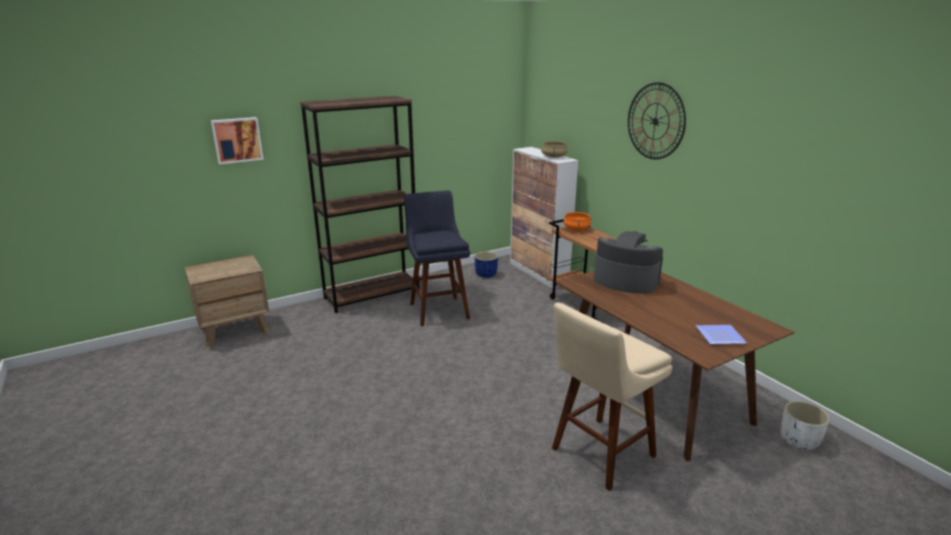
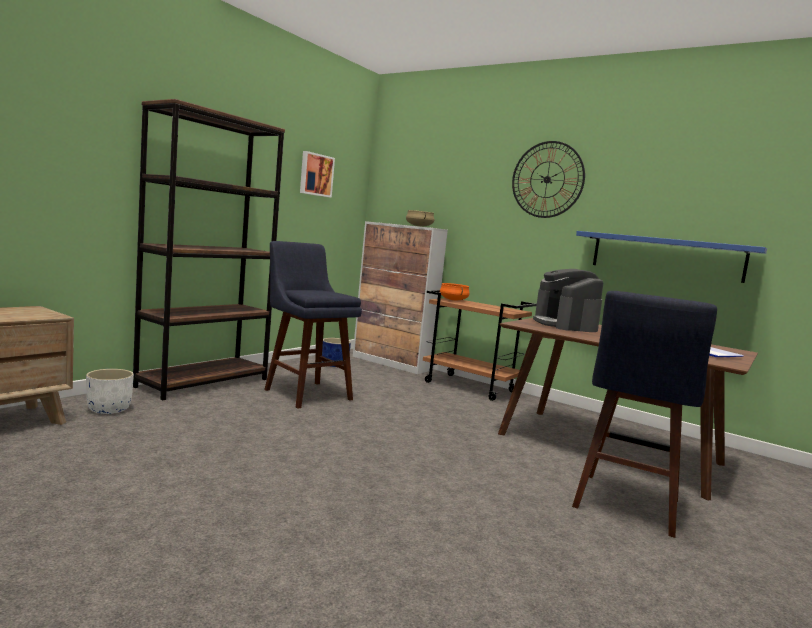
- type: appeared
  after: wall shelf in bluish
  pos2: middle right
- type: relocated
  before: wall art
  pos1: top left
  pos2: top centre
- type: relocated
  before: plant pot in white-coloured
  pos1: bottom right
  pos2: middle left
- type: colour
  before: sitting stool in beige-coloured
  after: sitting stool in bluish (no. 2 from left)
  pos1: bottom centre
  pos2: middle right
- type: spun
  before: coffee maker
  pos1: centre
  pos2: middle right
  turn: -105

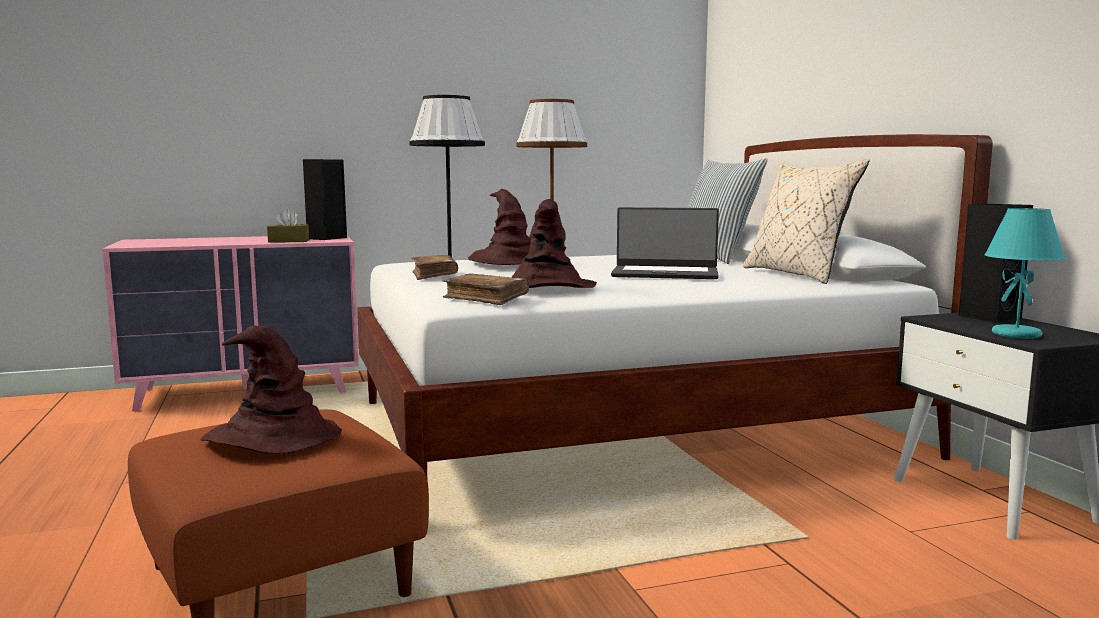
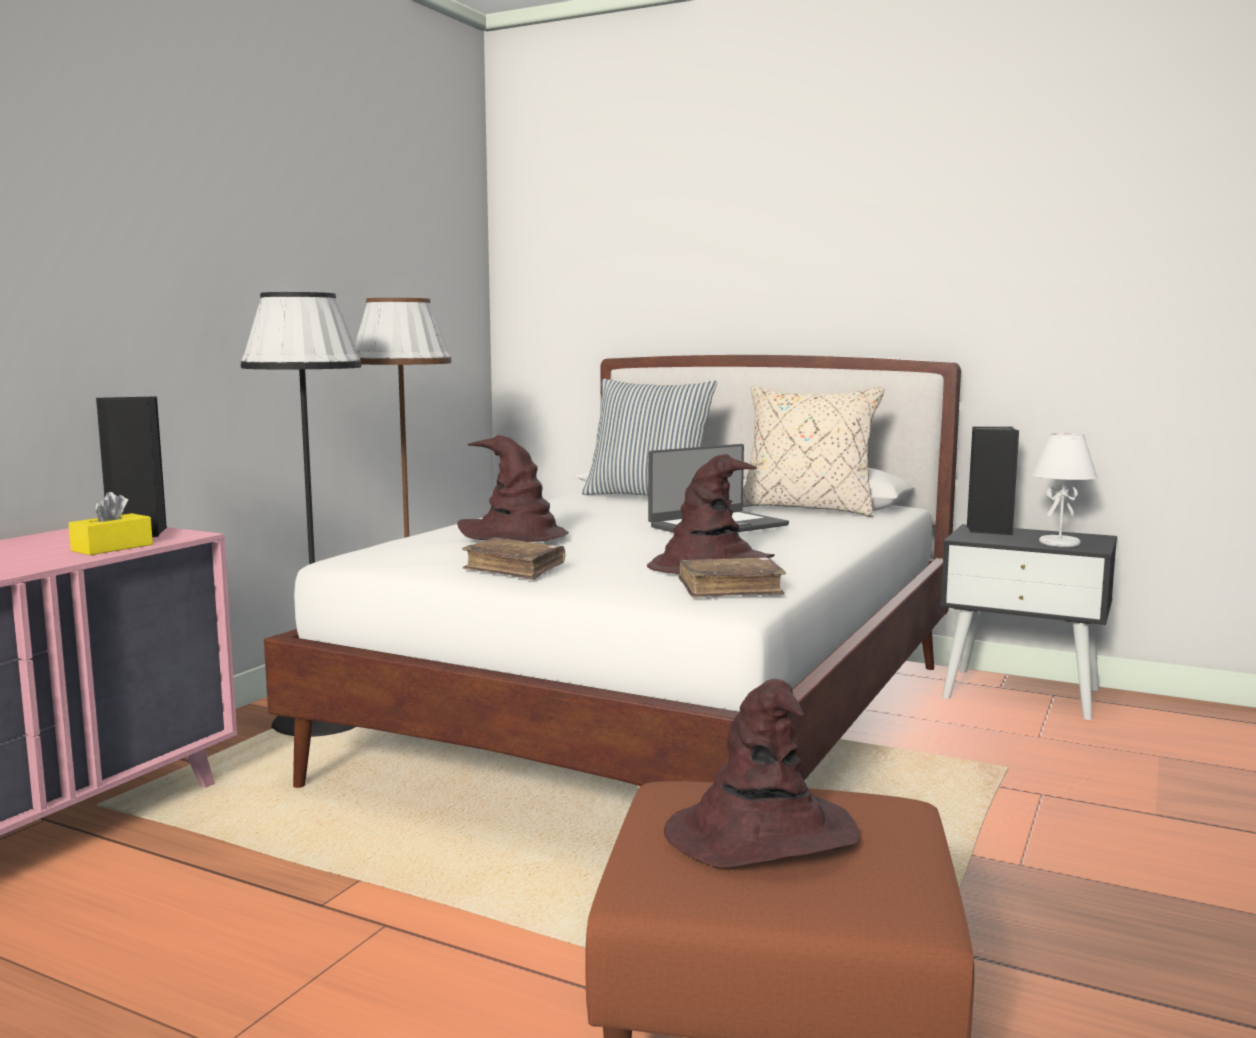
- type: colour
  before: tissue holder in brown
  after: tissue holder in yellow
  pos1: middle left
  pos2: middle left
- type: colour
  before: lamp for a table in turquoise
  after: lamp for a table in white-coloured
  pos1: middle right
  pos2: middle right

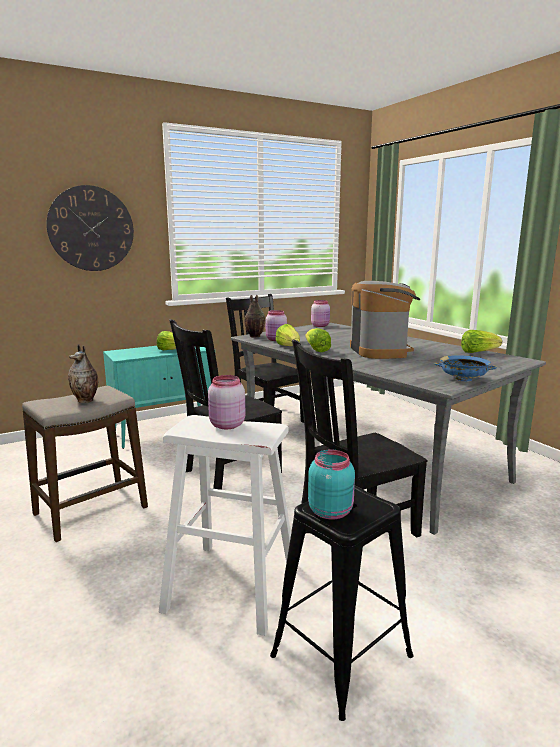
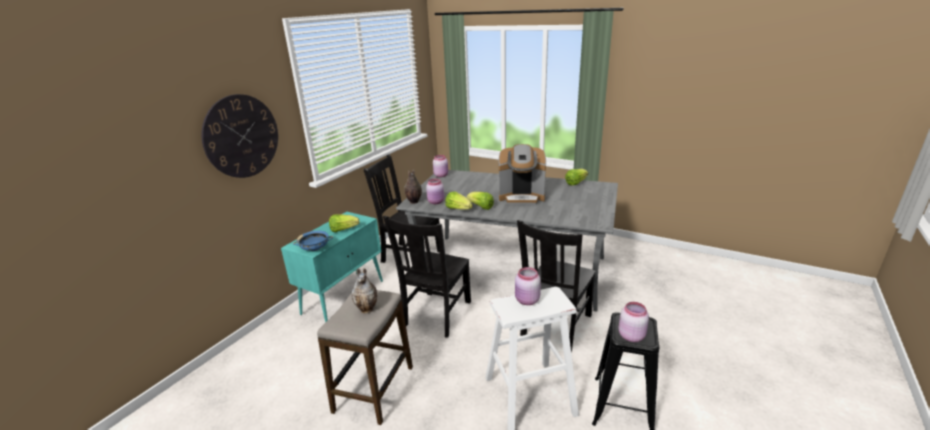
- type: relocated
  before: bowl in bluish
  pos1: middle right
  pos2: centre
- type: colour
  before: storage jar in turquoise
  after: storage jar in pinkish (no. 4 from left)
  pos1: centre
  pos2: bottom right
- type: spun
  before: coffee maker
  pos1: middle right
  pos2: centre
  turn: 135

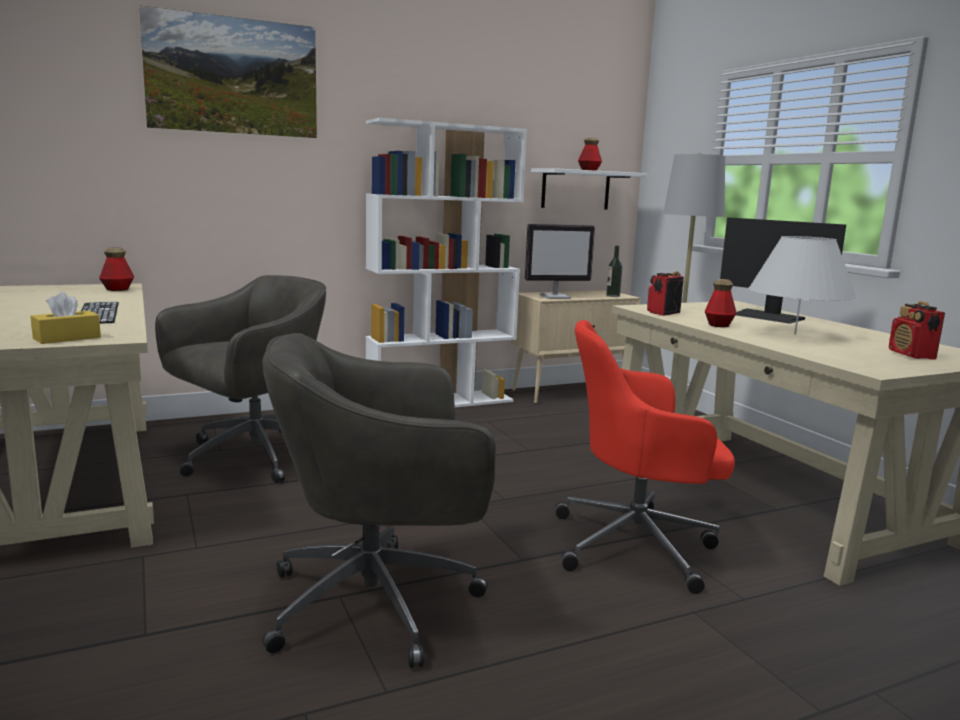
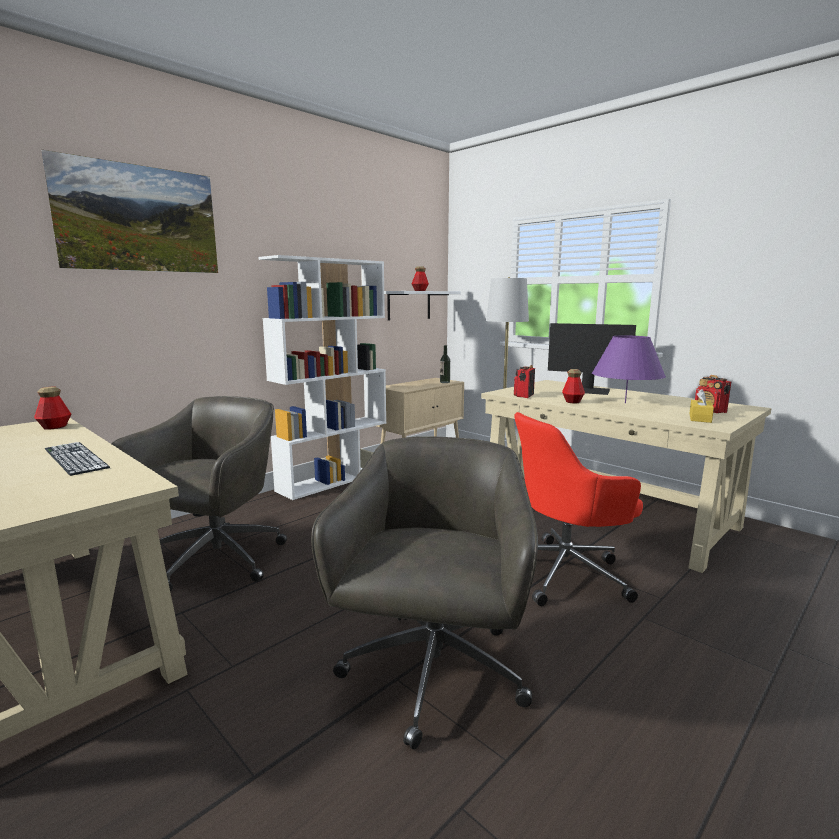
- type: missing
  before: monitor (no. 1 from left)
  pos1: centre
- type: relocated
  before: tissue holder in yellow
  pos1: middle left
  pos2: middle right
- type: colour
  before: lamp for a table in white-coloured
  after: lamp for a table in purple
  pos1: middle right
  pos2: middle right
- type: spun
  before: office chair in grey (no. 2 from left)
  pos1: bottom centre
  pos2: bottom centre
  turn: 135

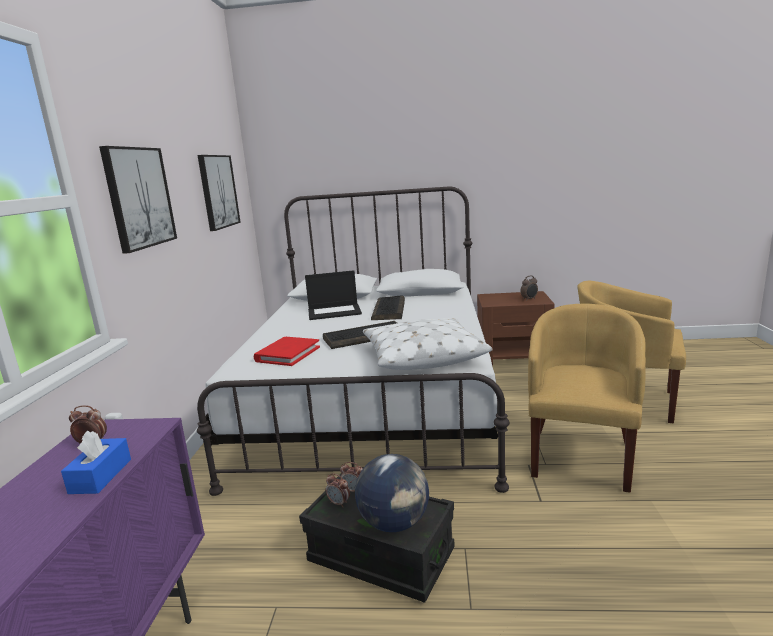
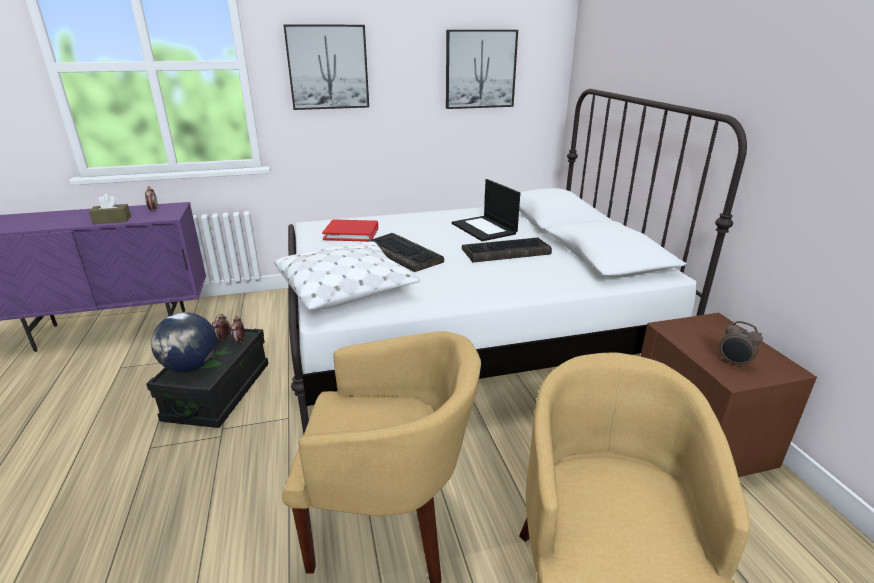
- type: colour
  before: tissue holder in bluish
  after: tissue holder in brown
  pos1: bottom left
  pos2: middle left

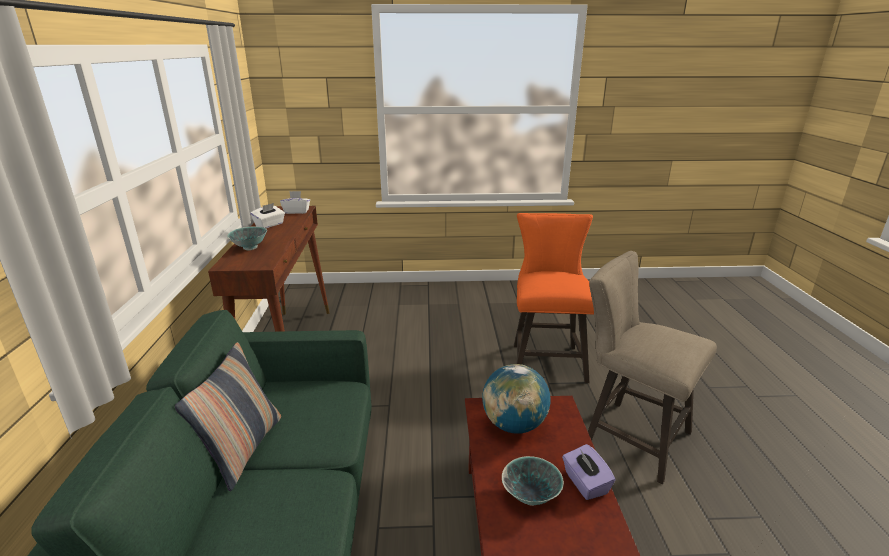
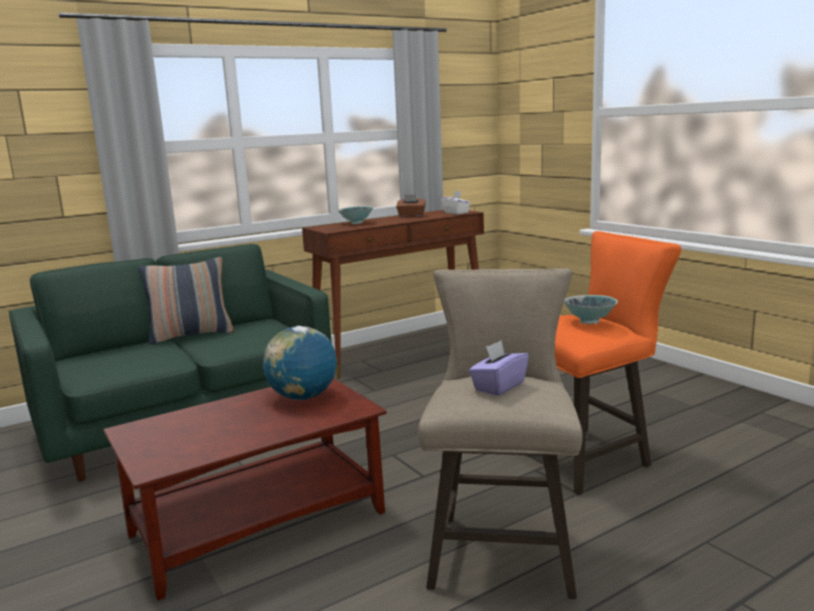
- type: relocated
  before: bowl (no. 2 from left)
  pos1: bottom centre
  pos2: middle right
- type: relocated
  before: tissue holder in purple
  pos1: bottom centre
  pos2: centre
- type: colour
  before: tissue holder in white-coloured (no. 1 from left)
  after: tissue holder in brown
  pos1: middle left
  pos2: centre

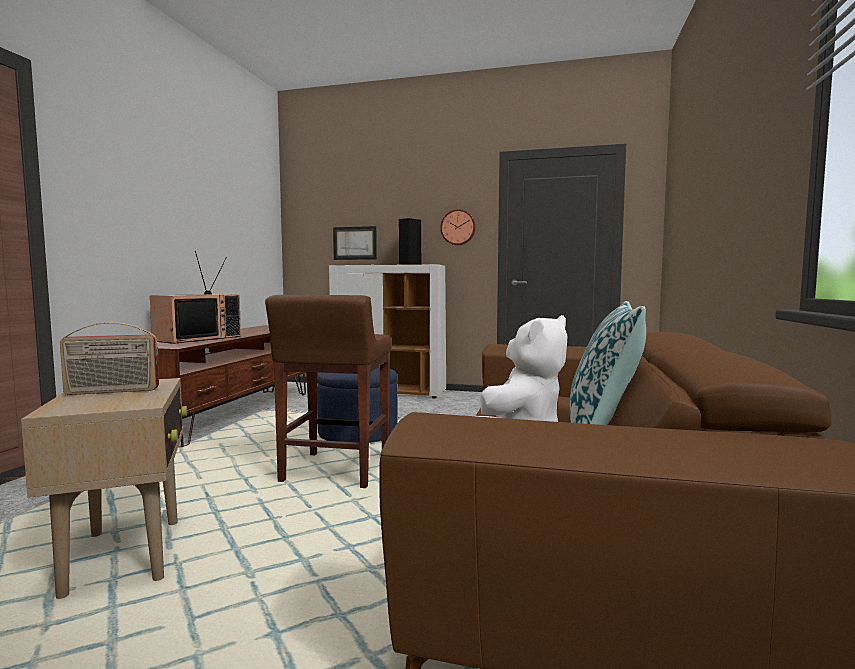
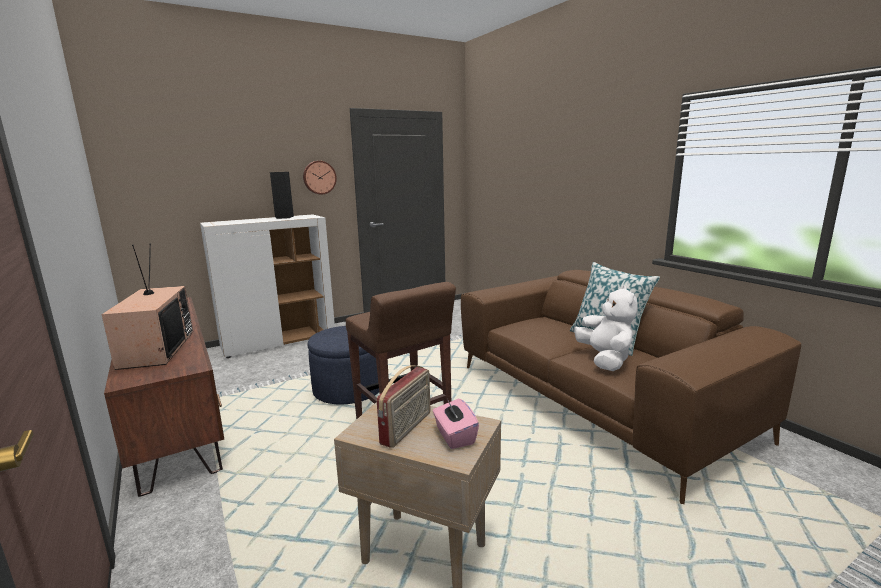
- type: missing
  before: wall art
  pos1: centre
- type: appeared
  after: tissue holder in pinkish
  pos2: bottom centre

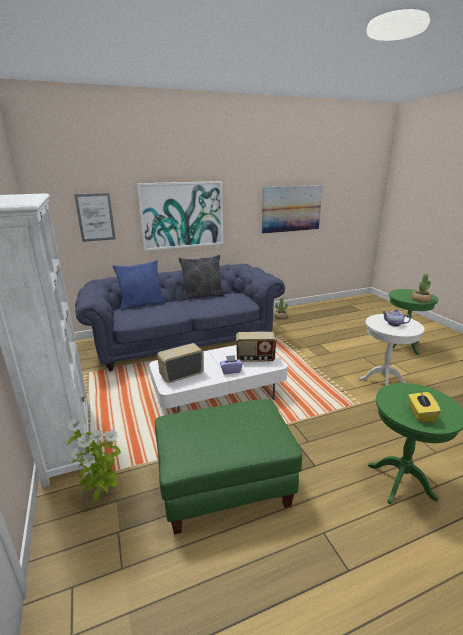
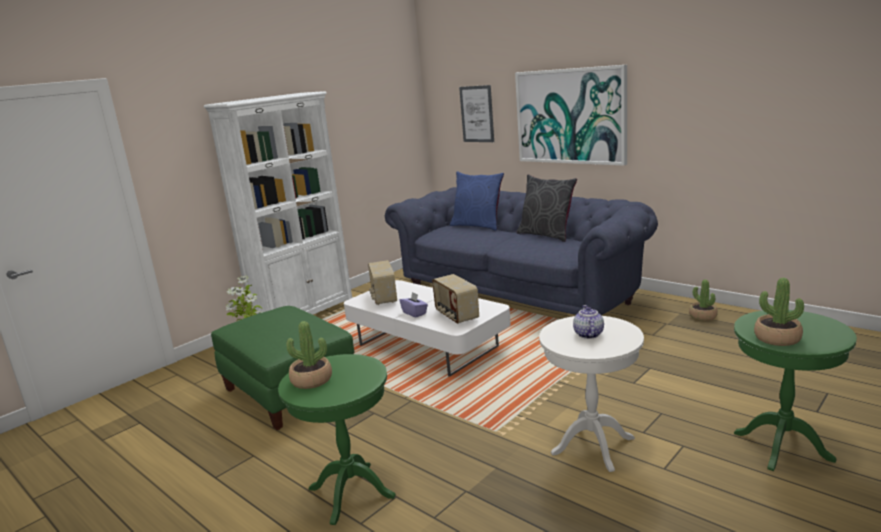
- type: missing
  before: wall art (no. 3 from left)
  pos1: top centre
- type: exchanged
  before: tissue holder in yellow
  after: plant in a pot (no. 2 from left)
  pos1: middle right
  pos2: bottom centre
- type: spun
  before: radio (no. 1 from left)
  pos1: centre
  pos2: centre
  turn: -135

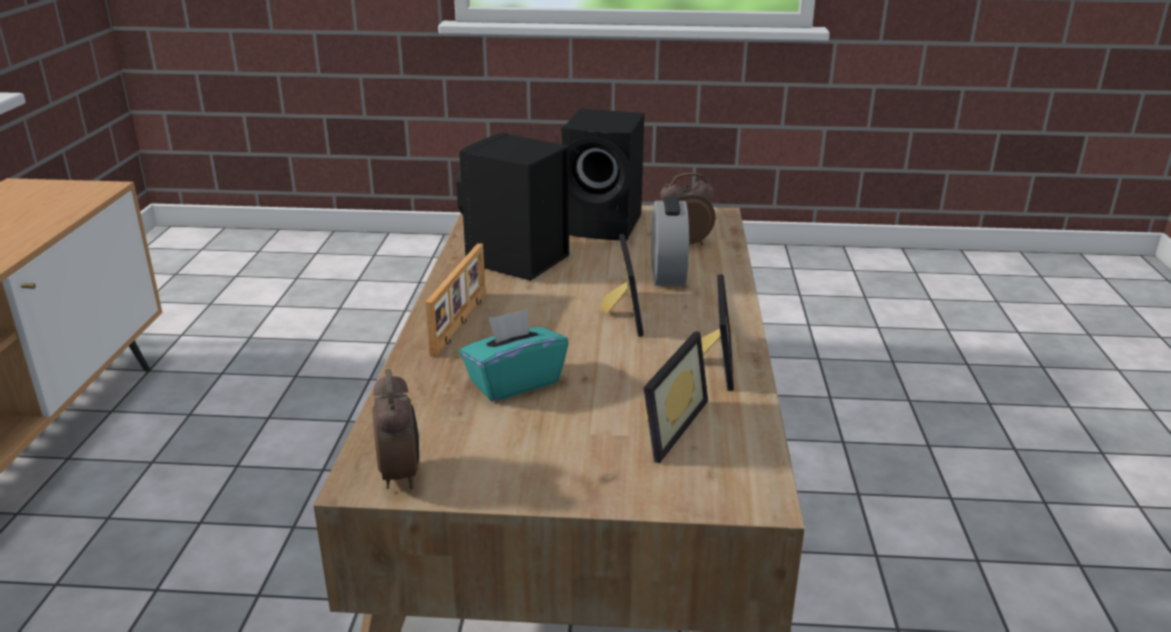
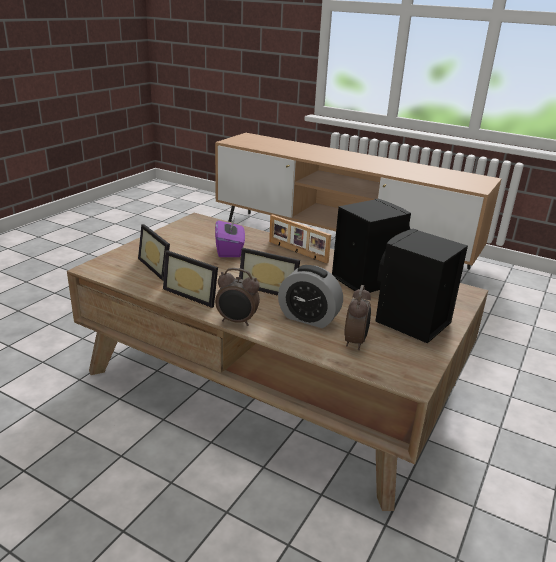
- type: relocated
  before: table clock (no. 1 from left)
  pos1: bottom centre
  pos2: centre
- type: colour
  before: tissue holder in turquoise
  after: tissue holder in purple
  pos1: centre
  pos2: centre

